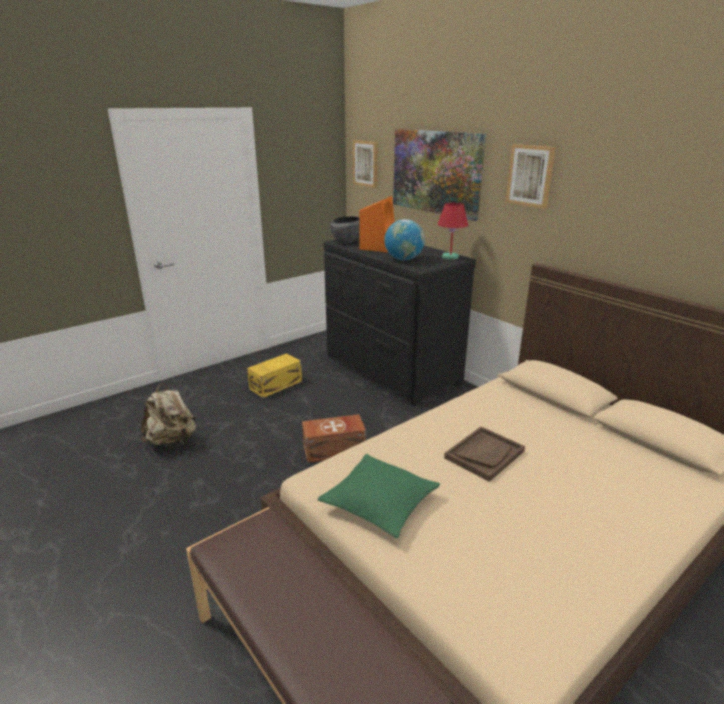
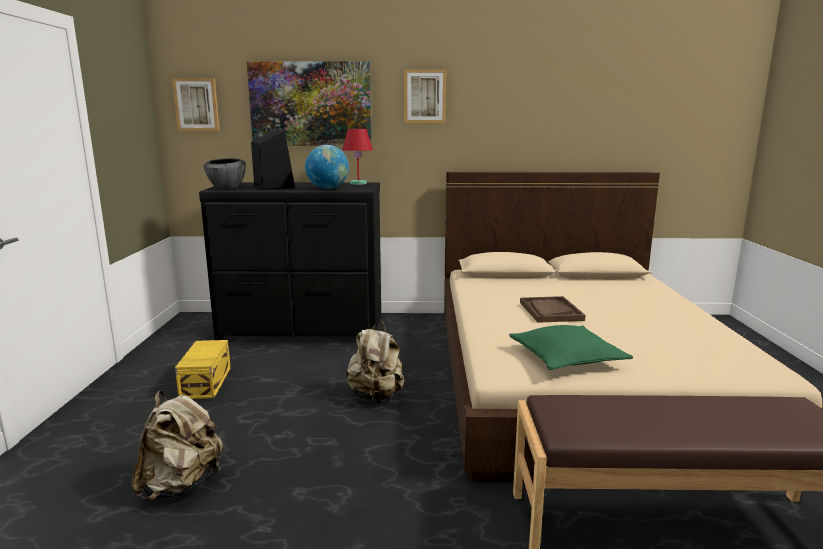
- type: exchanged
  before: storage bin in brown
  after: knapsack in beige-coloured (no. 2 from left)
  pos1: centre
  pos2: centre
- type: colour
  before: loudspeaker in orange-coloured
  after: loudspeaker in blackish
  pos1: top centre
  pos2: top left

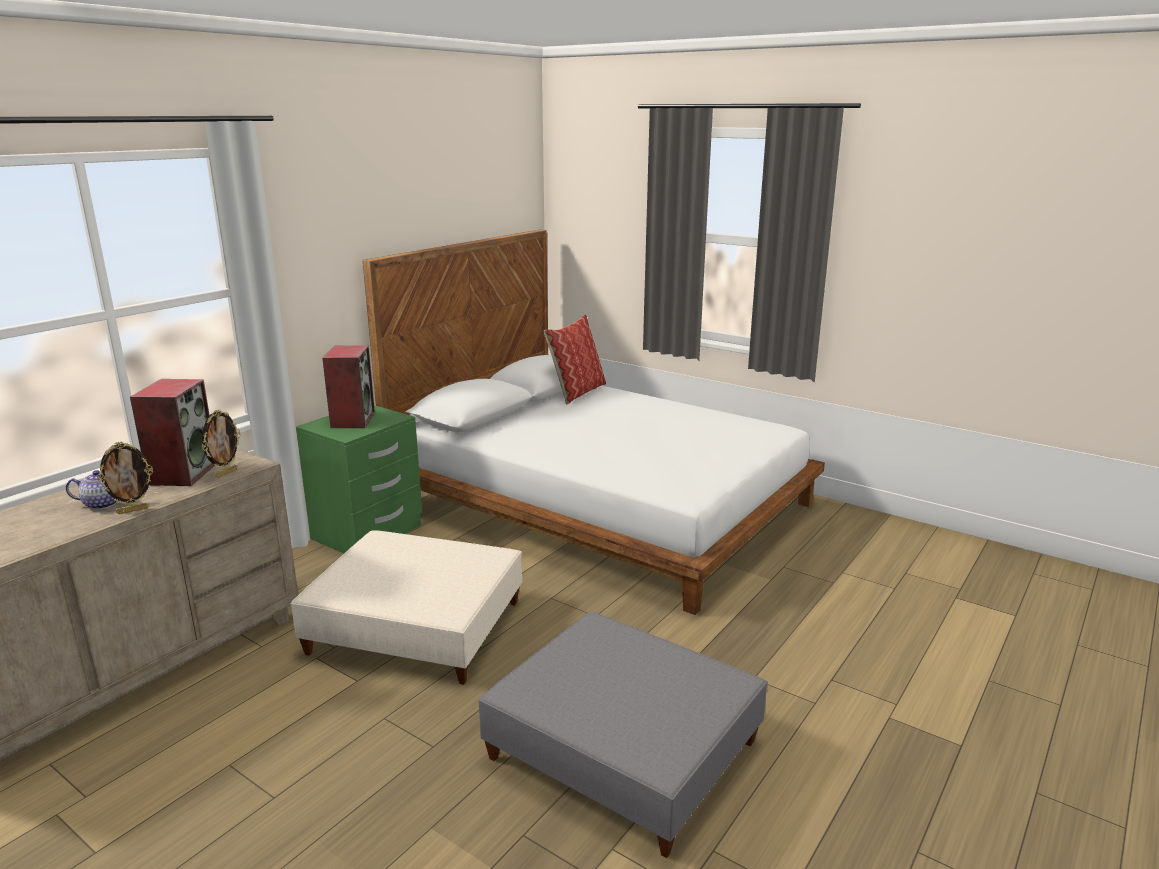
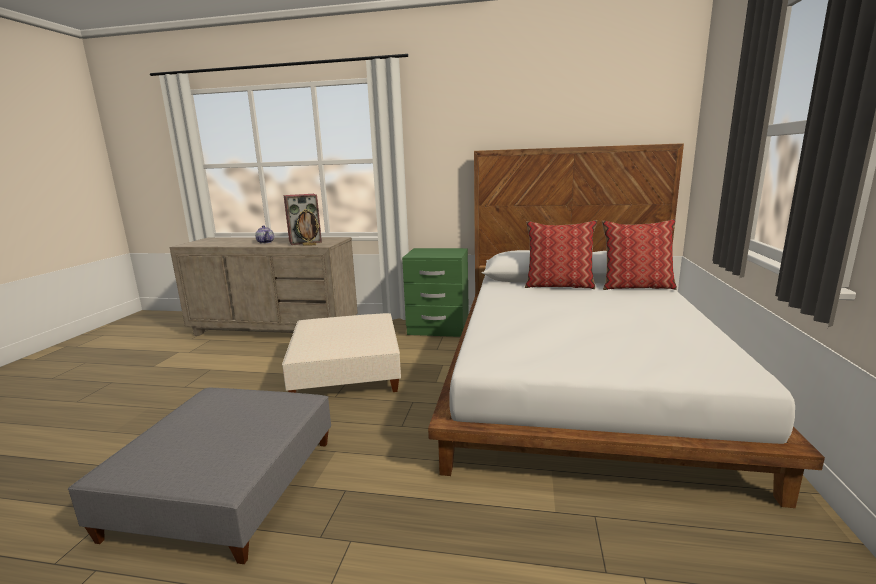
- type: missing
  before: picture frame (no. 1 from left)
  pos1: middle left
- type: missing
  before: loudspeaker (no. 2 from left)
  pos1: middle left
- type: appeared
  after: cushion (no. 1 from left)
  pos2: centre

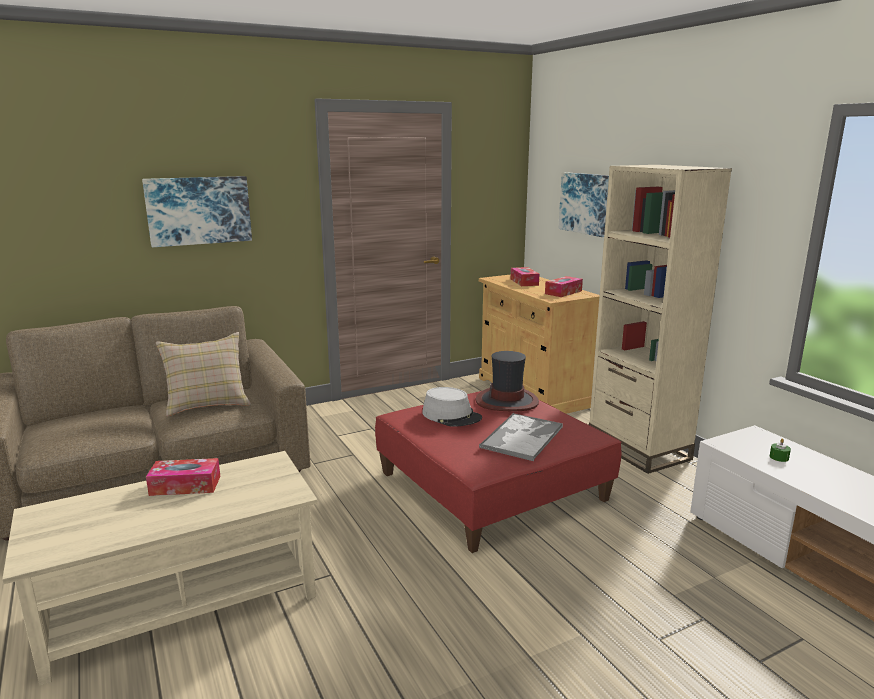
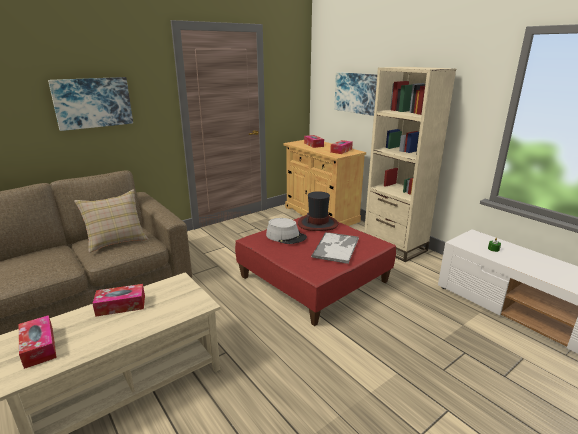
- type: appeared
  after: tissue holder (no. 1 from left)
  pos2: bottom left

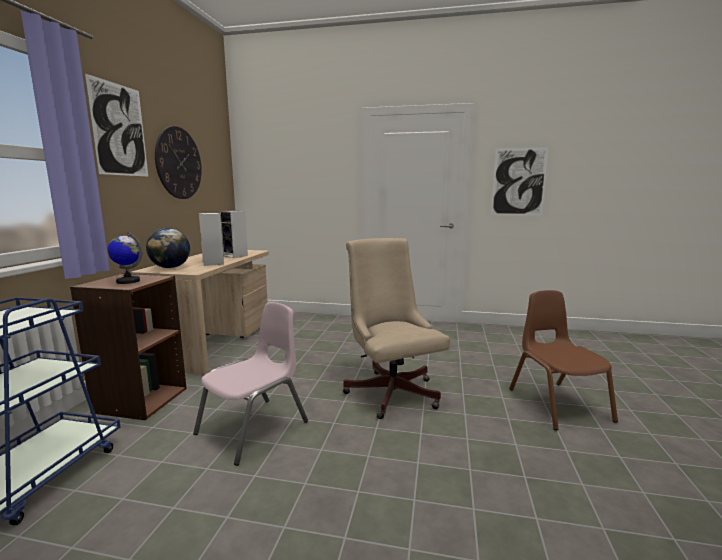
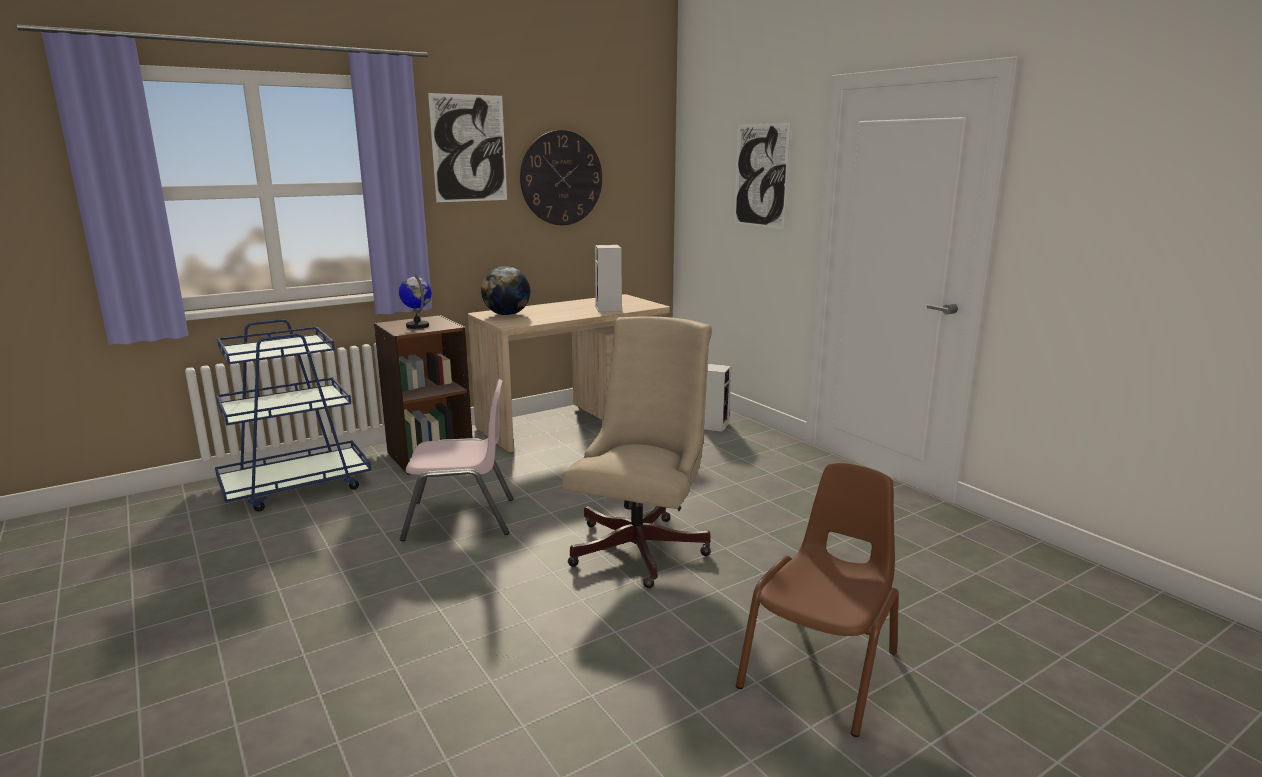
- type: relocated
  before: loudspeaker (no. 1 from left in the first image)
  after: loudspeaker (no. 2 from left)
  pos1: middle left
  pos2: centre
- type: relocated
  before: wall art (no. 2 from left)
  pos1: top right
  pos2: top centre

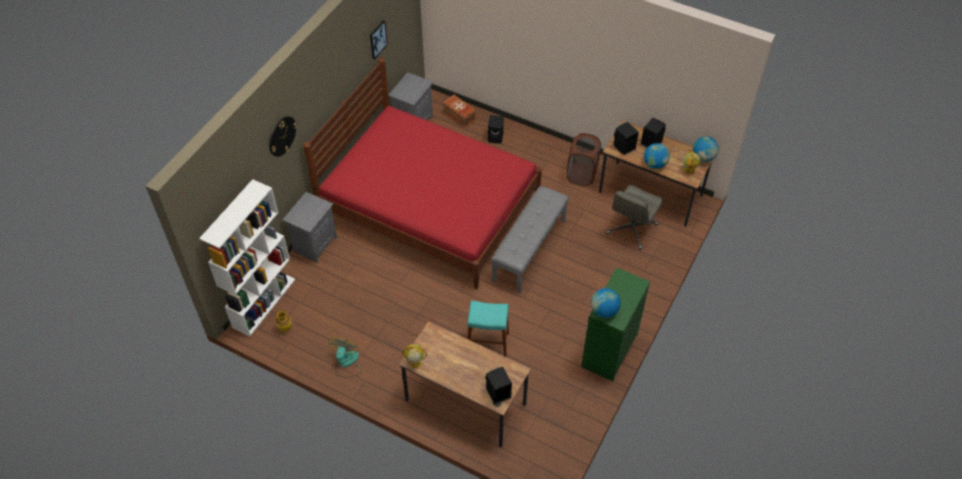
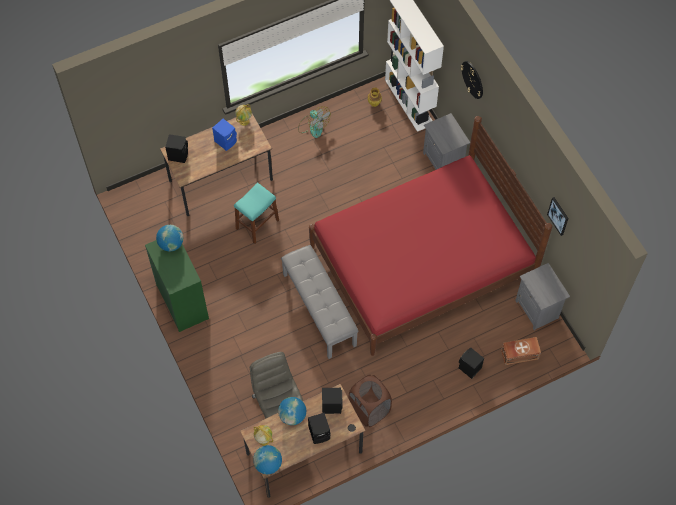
- type: appeared
  after: loudspeaker in bluish
  pos2: top left

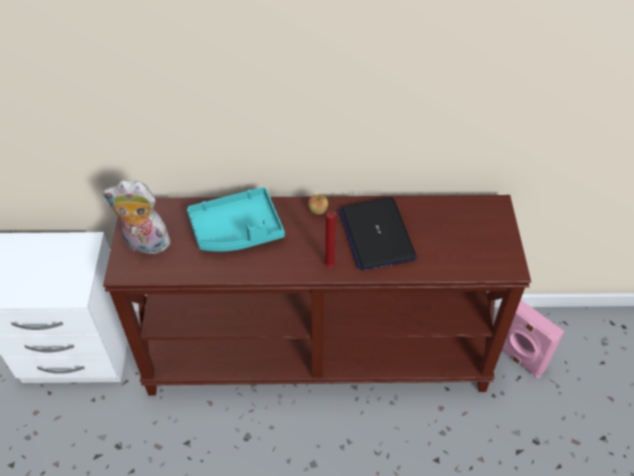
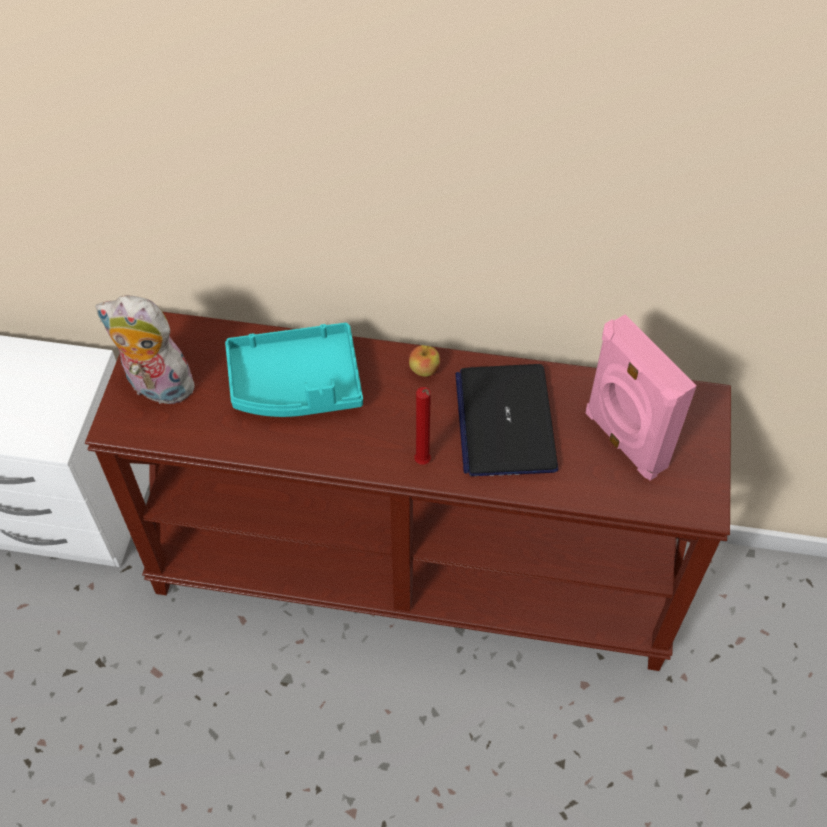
- type: relocated
  before: loudspeaker in pinkish
  pos1: bottom right
  pos2: middle right

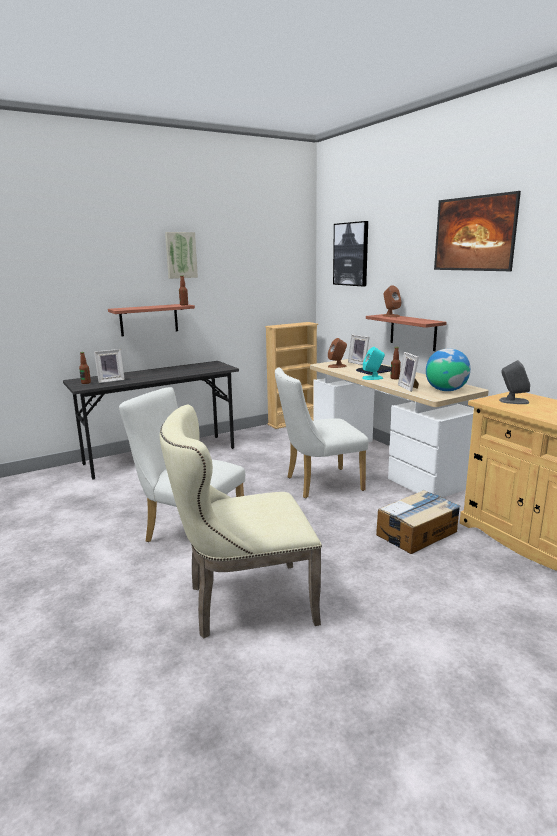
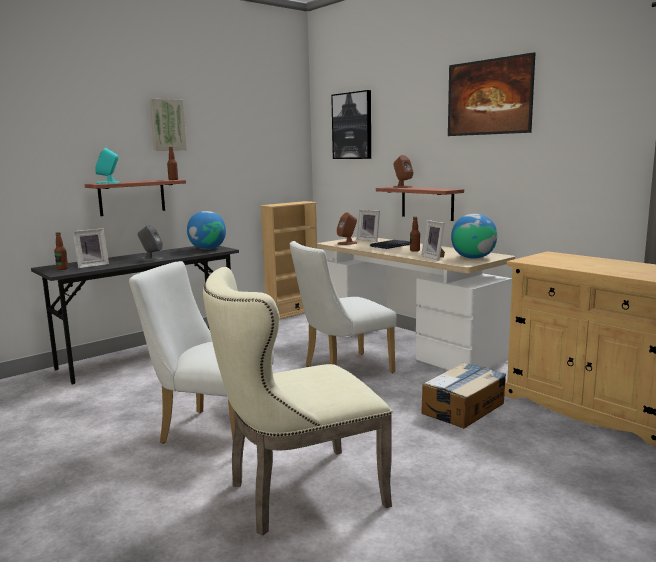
- type: appeared
  after: desk globe (no. 1 from left)
  pos2: middle left
- type: relocated
  before: loudspeaker in turquoise
  pos1: middle right
  pos2: top left
- type: relocated
  before: loudspeaker in grey
  pos1: middle right
  pos2: middle left

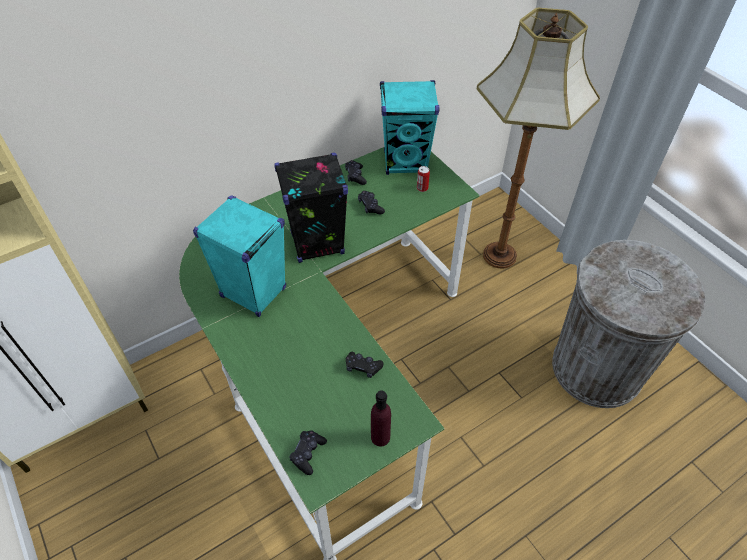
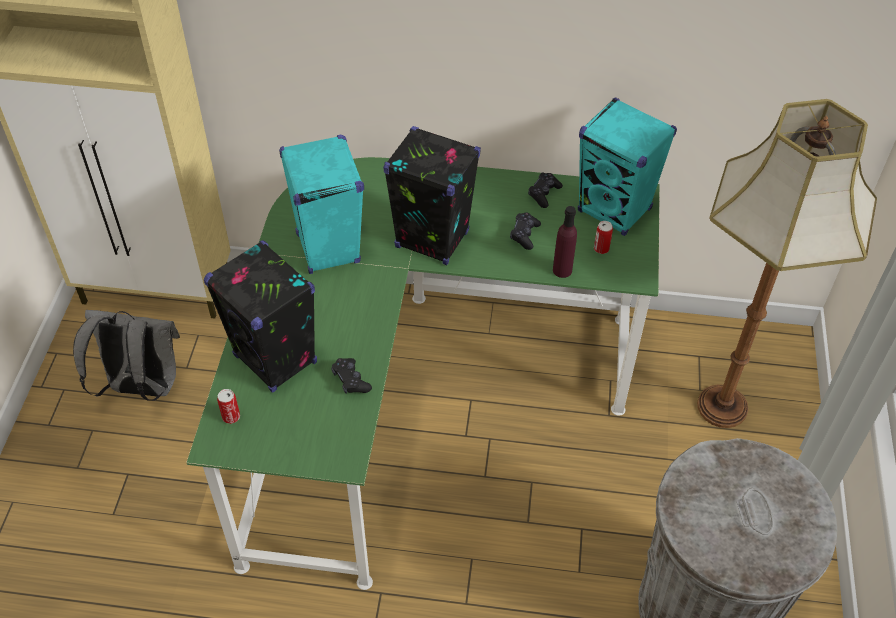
- type: appeared
  after: knapsack in grey
  pos2: middle left
- type: appeared
  after: loudspeaker in blackish (no. 1 from left)
  pos2: middle left
- type: relocated
  before: drink bottle in purple
  pos1: bottom centre
  pos2: centre
- type: exchanged
  before: joypad in blackish (no. 1 from left)
  after: sealed can (no. 1 from left)
  pos1: bottom centre
  pos2: middle left

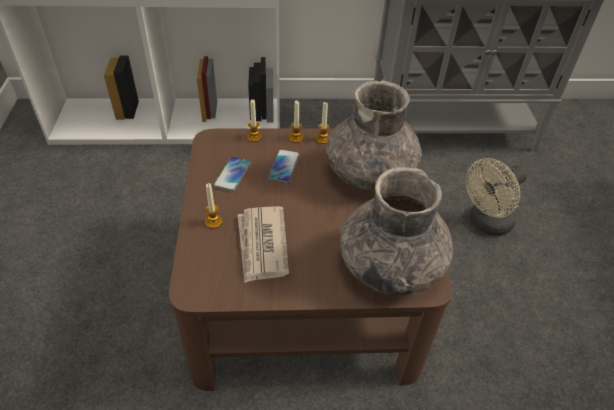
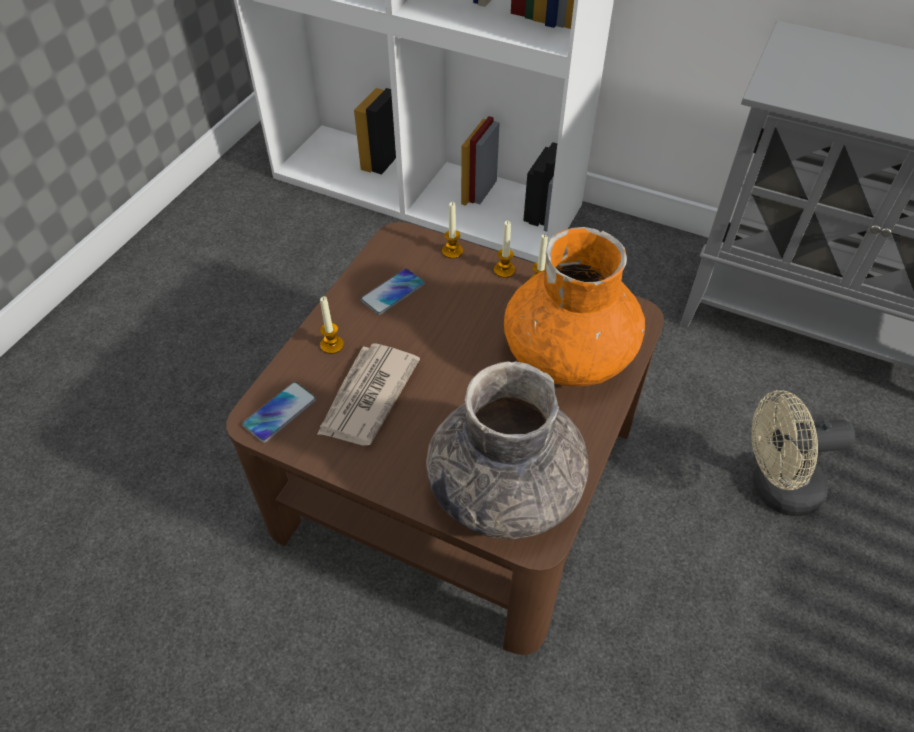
- type: relocated
  before: handset (no. 2 from left in the first image)
  after: handset (no. 1 from left)
  pos1: centre
  pos2: middle left
- type: colour
  before: flower vase in grey (no. 1 from left)
  after: flower vase in orange-coloured
  pos1: top centre
  pos2: centre

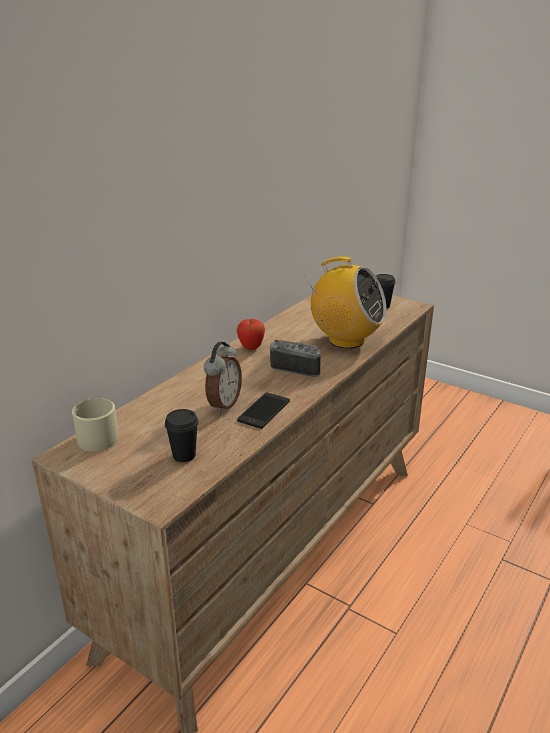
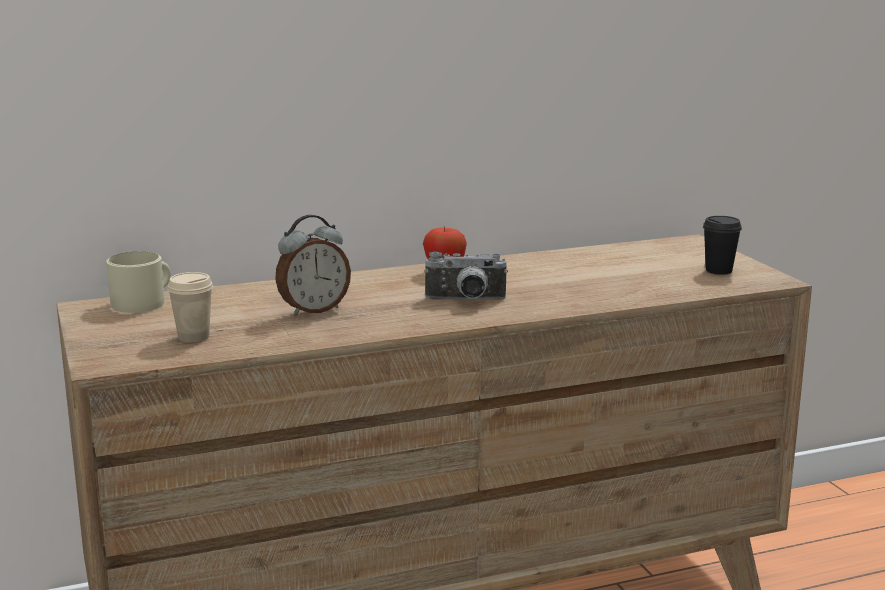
- type: missing
  before: handset
  pos1: centre
- type: missing
  before: radio
  pos1: centre
- type: colour
  before: cup in blackish (no. 1 from left)
  after: cup in beige-coloured
  pos1: middle left
  pos2: middle left
- type: spun
  before: still camera
  pos1: centre
  pos2: centre
  turn: 120

